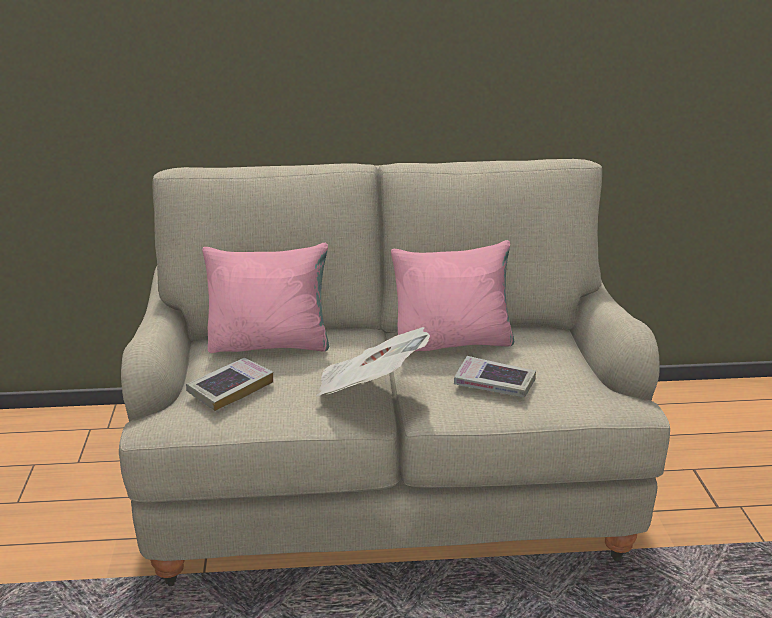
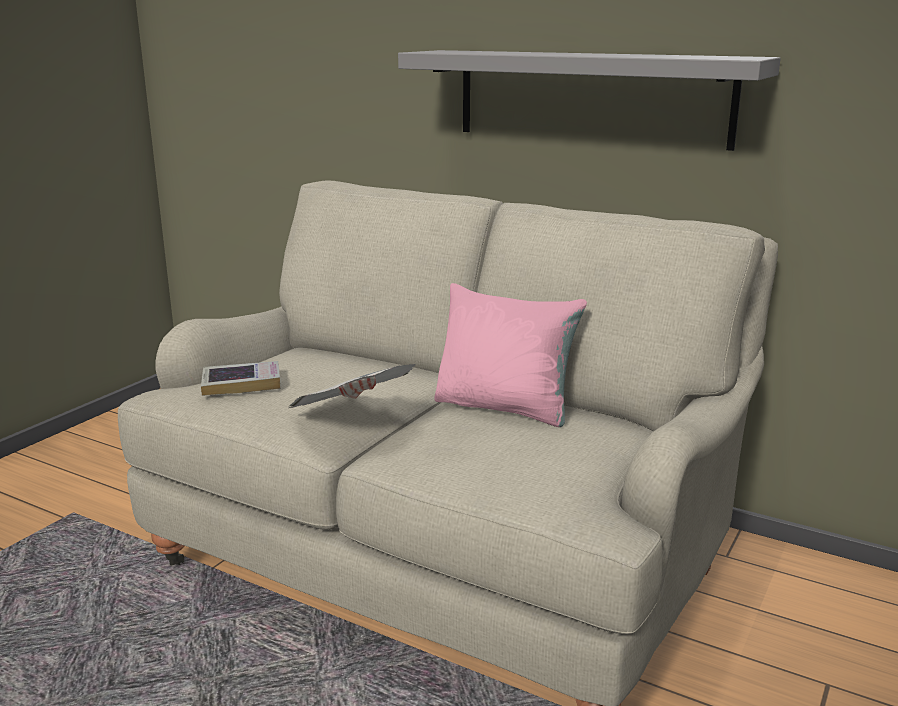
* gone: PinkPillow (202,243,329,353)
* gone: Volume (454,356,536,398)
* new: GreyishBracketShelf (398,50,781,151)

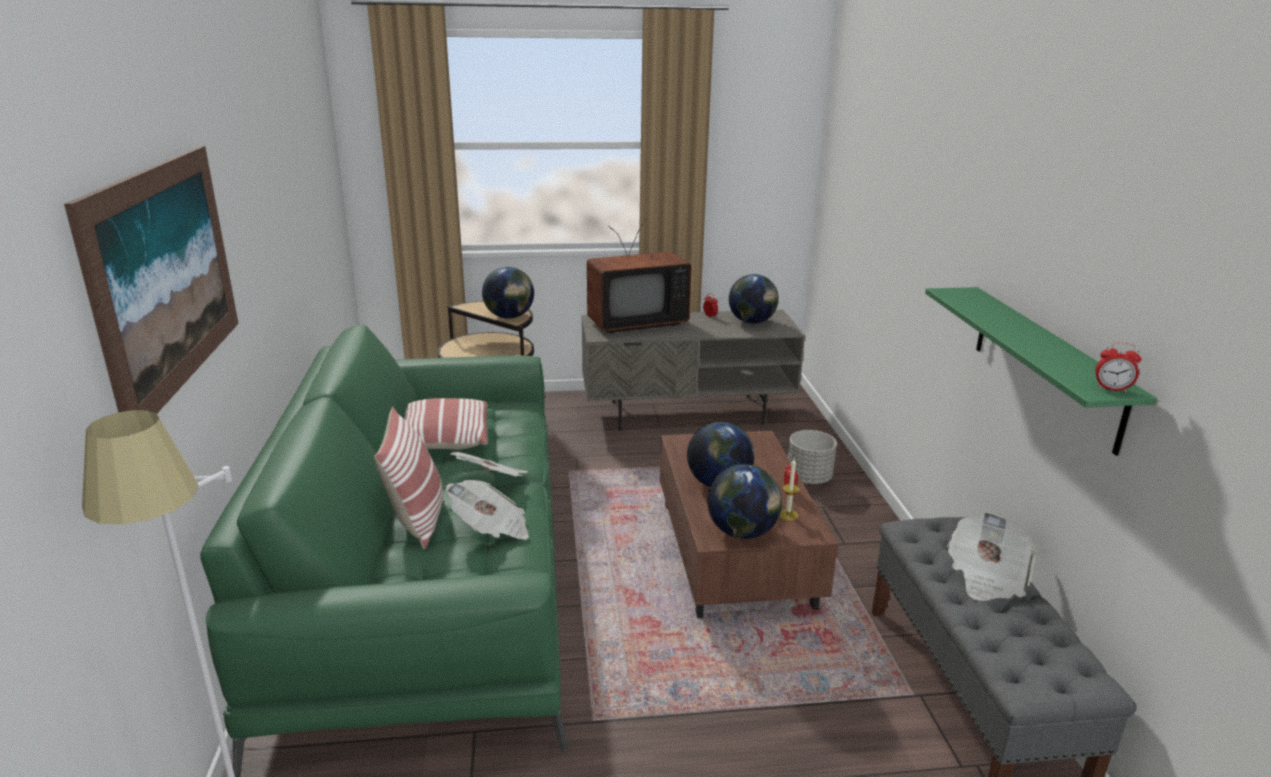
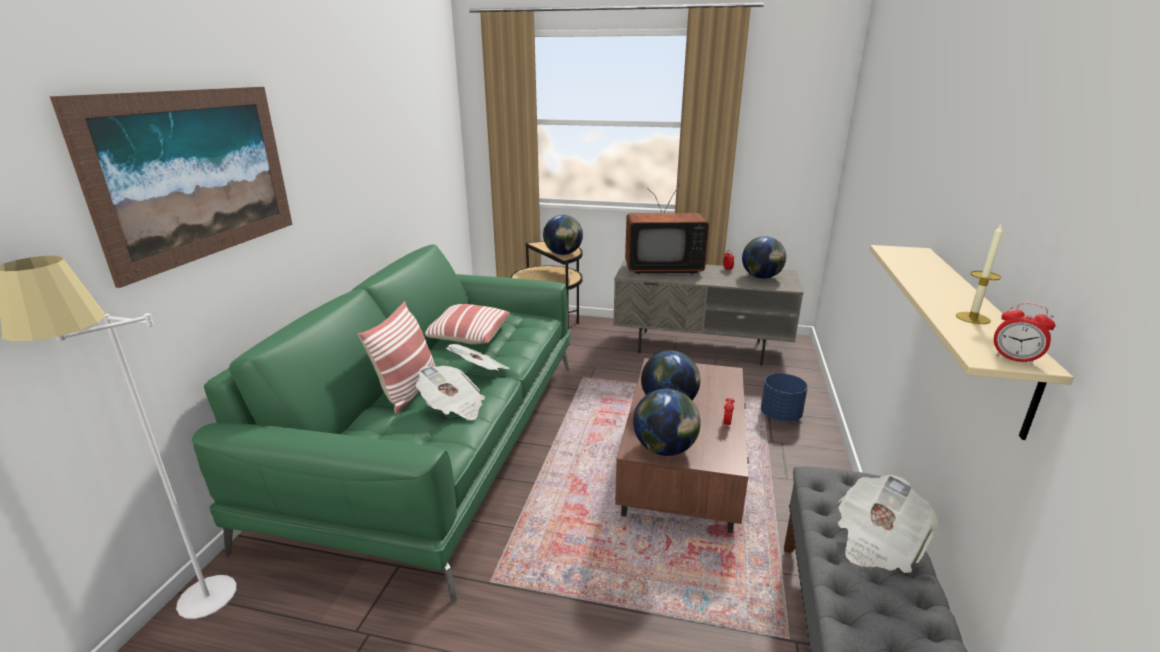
* shifted: WaxLight (779,459,800,520) to (956,225,1003,324)
* repainted: GreyishPlantPot (788,430,837,484) to BlueColouredPlantPot (761,373,808,422)
* repainted: GreenColouredBracketShelf (925,287,1157,456) to BeigeBracketShelf (870,245,1074,440)

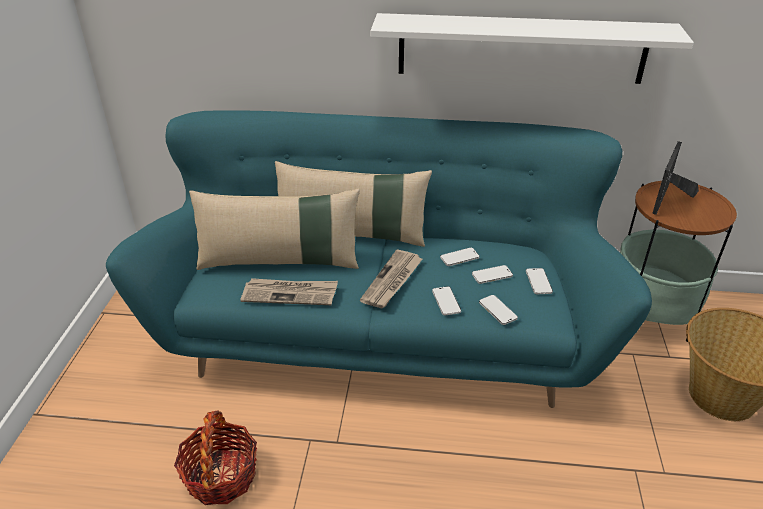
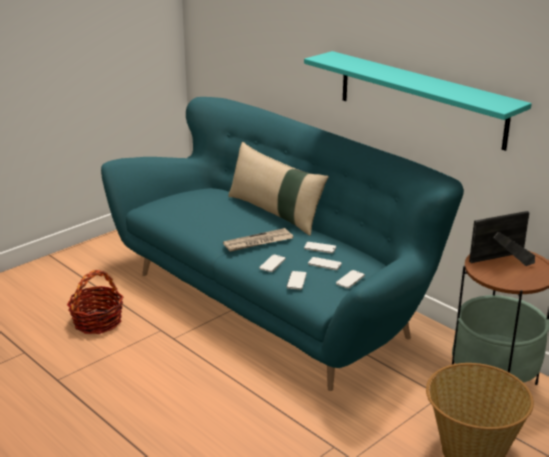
* gone: BeigePillow (189,189,360,270)
* gone: DailyPaper (240,278,338,305)
* repainted: WhitishBracketShelf (370,13,694,84) to TurquoiseColouredBracketShelf (304,51,532,151)

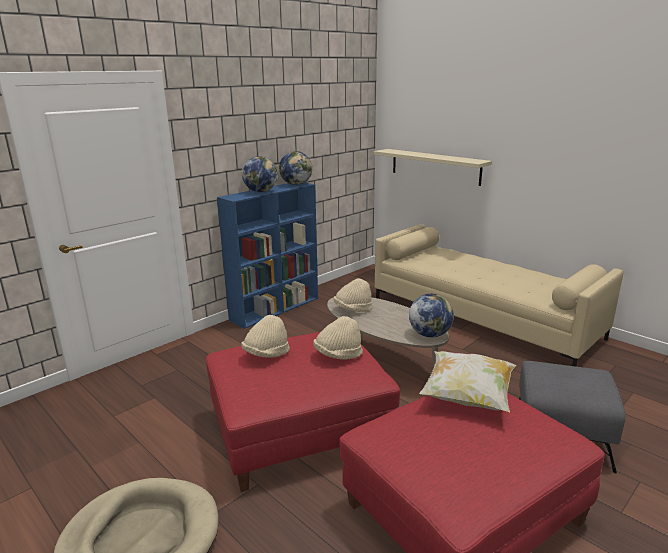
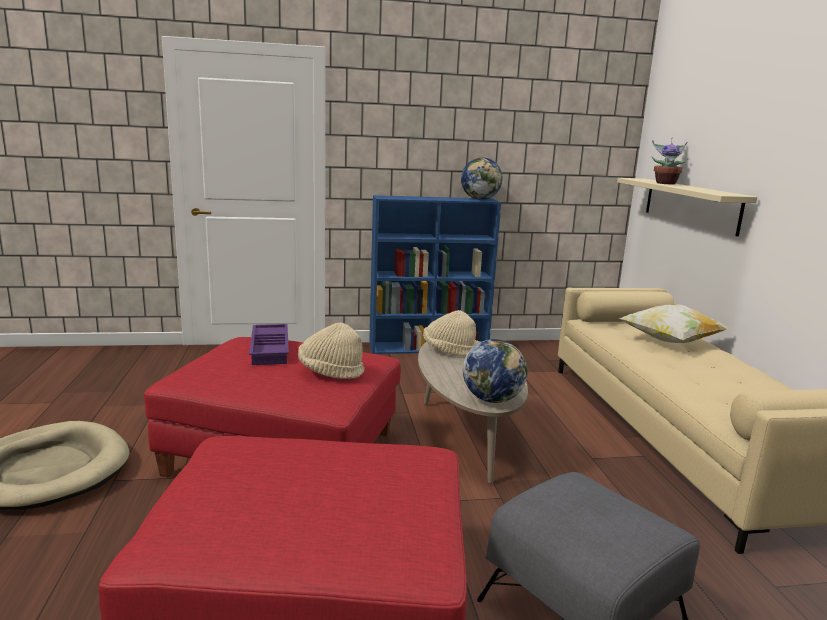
* swapped: BeigeHat (241,315,290,358) to PurpleServingTray (249,324,289,365)
* gone: DeskGlobe (242,156,278,192)
* shifted: Pillow (419,351,516,412) to (619,305,729,343)
* new: PlantInAPot (652,139,688,184)

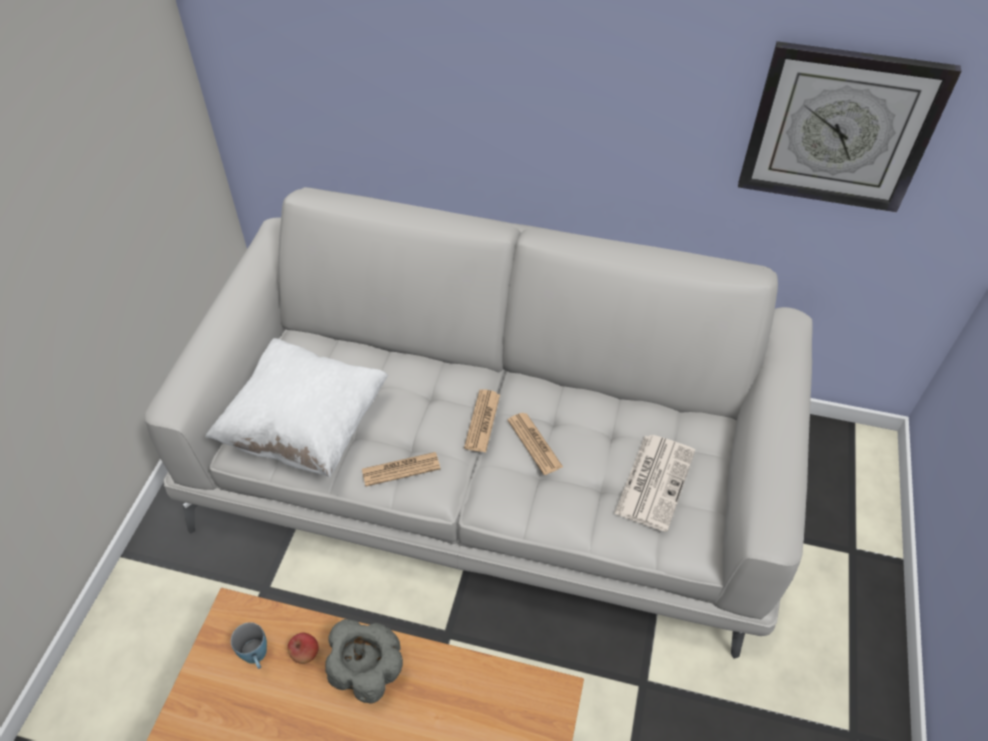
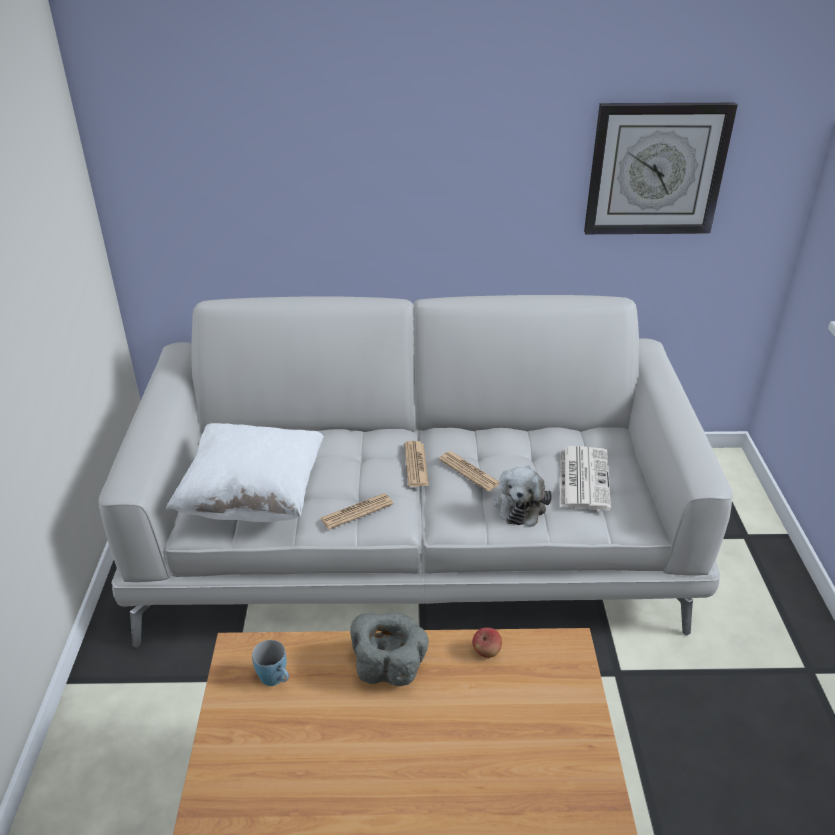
* shifted: AppleFruit (288,633,319,664) to (472,627,502,658)
* new: PlushToy (493,465,552,527)

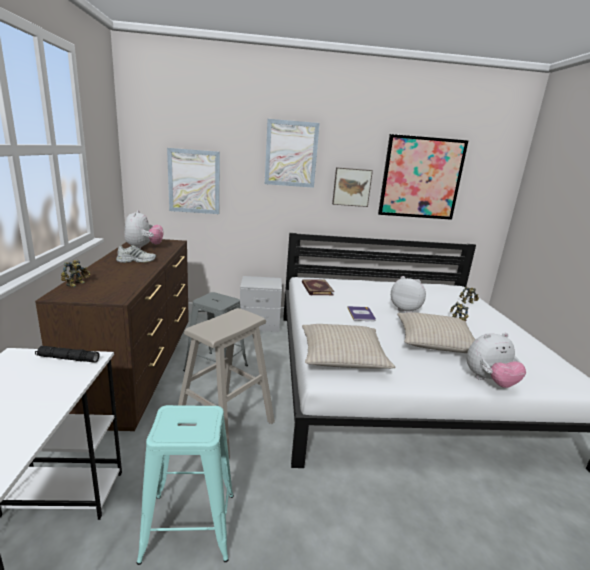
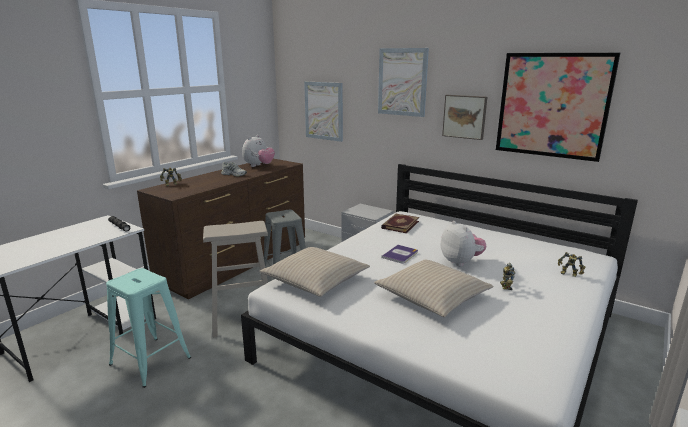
* gone: PlushToy (466,333,526,388)

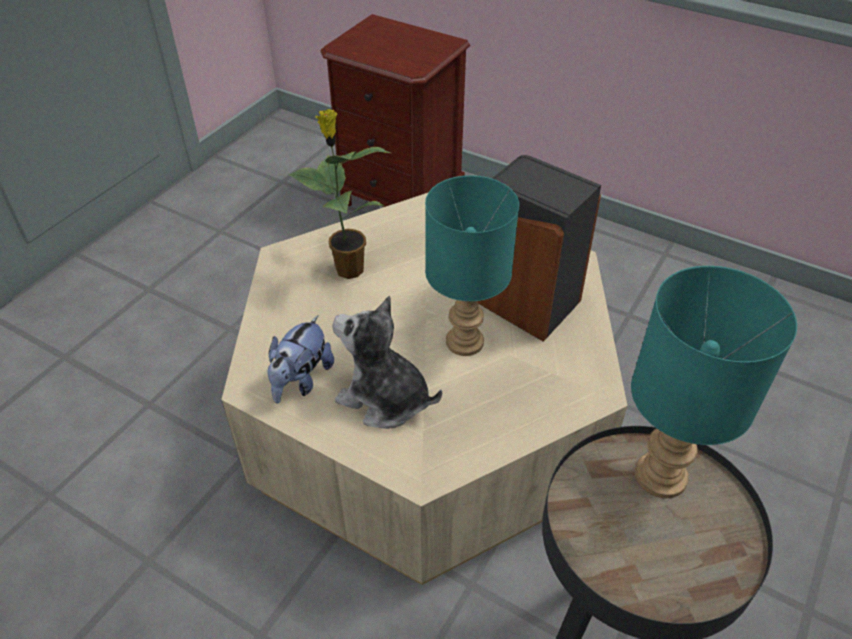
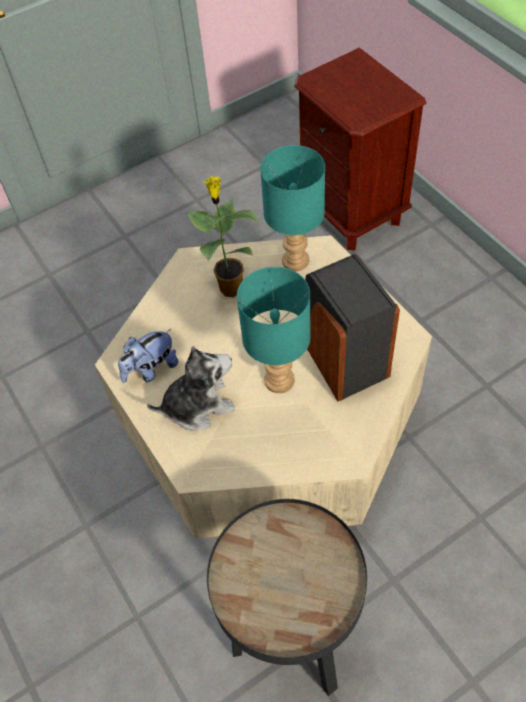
* rotated: PlushToy (332,296,442,429) = (147,346,235,430) 105 degrees clockwise
* shifted: TurquoiseColouredTabletopLamp (631,266,797,498) to (260,145,325,271)

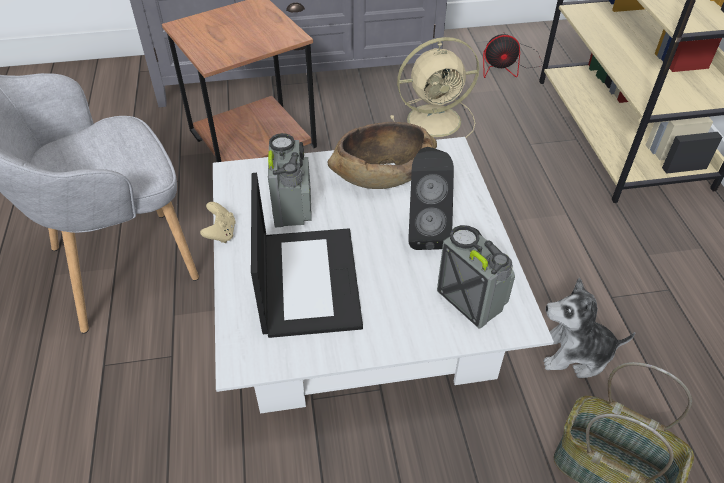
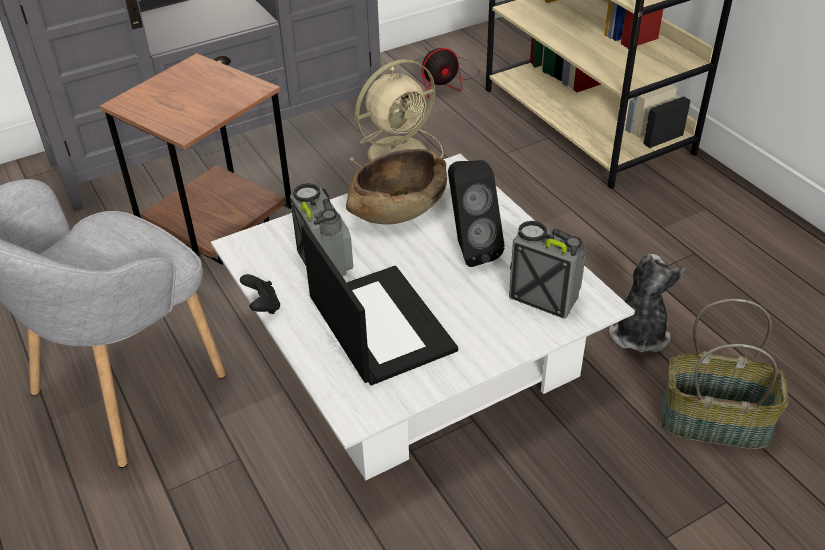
* repainted: BeigeGameController (200,202,236,243) to BlackColouredGameController (240,274,280,314)
* rotated: PlushToy (544,278,635,378) = (609,254,686,352) 120 degrees clockwise

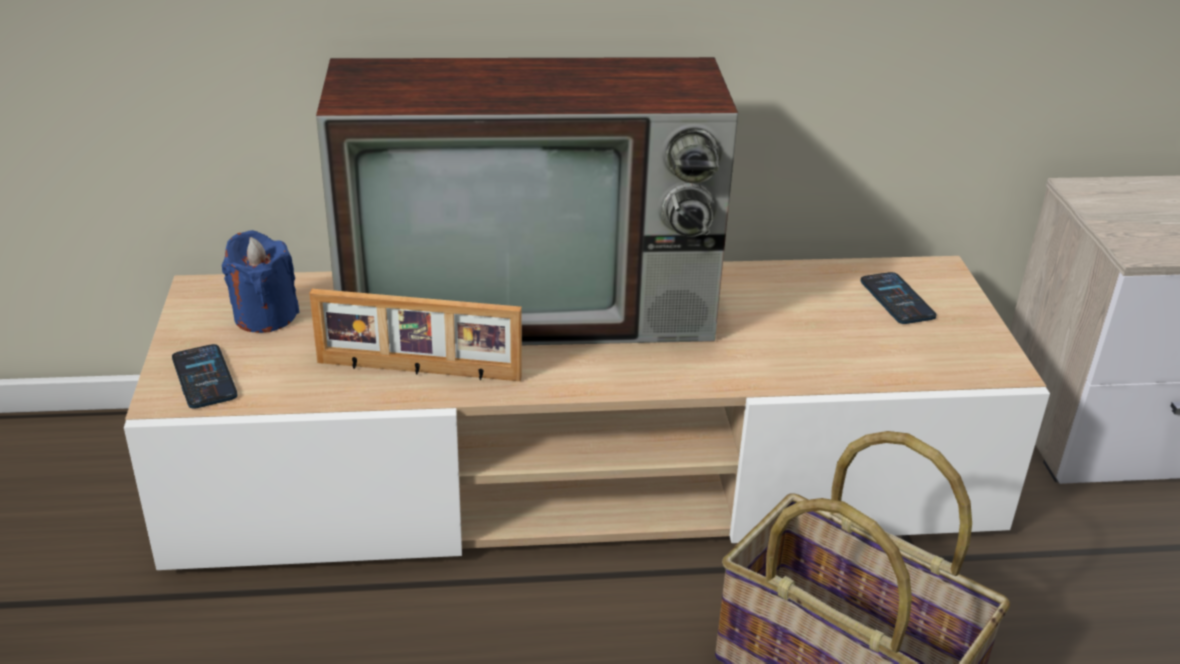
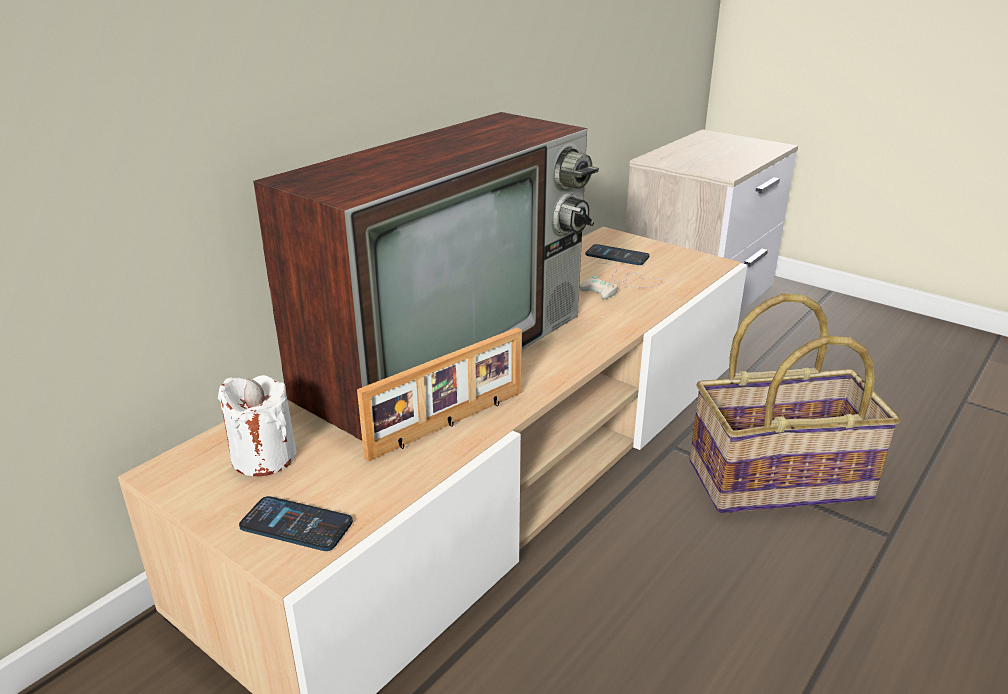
* repainted: BlueColouredWaxLight (222,230,299,333) to WhitishWaxLight (218,375,296,476)
* new: WhitishGameController (580,263,662,299)

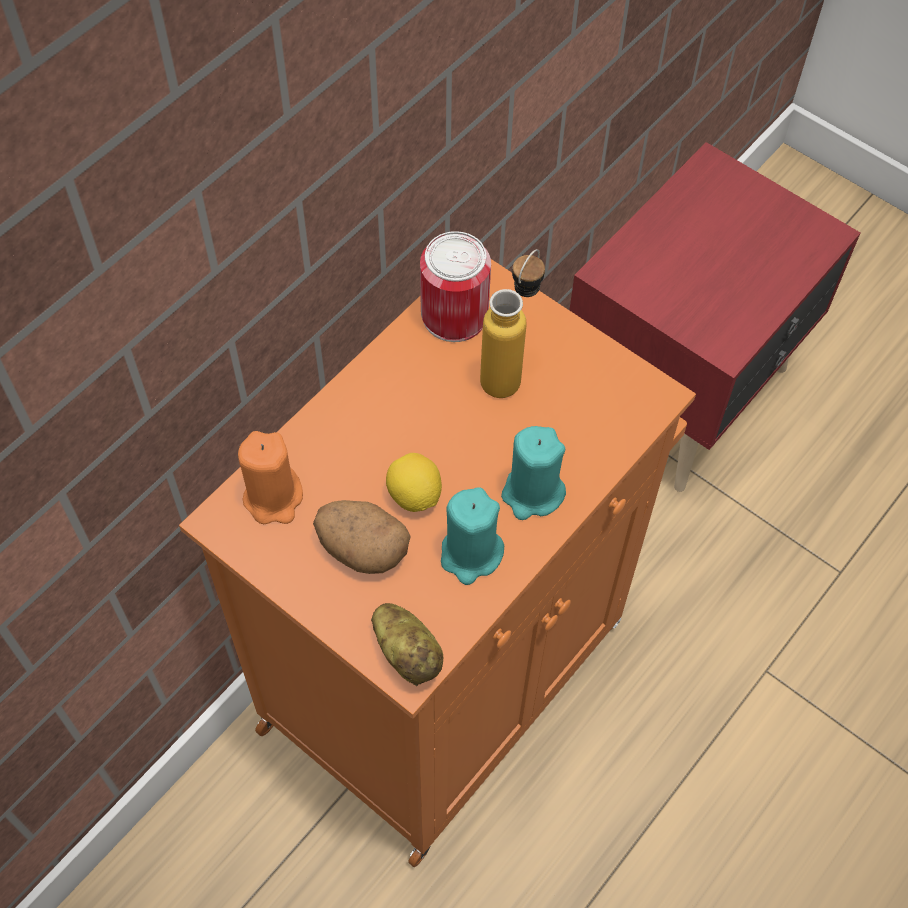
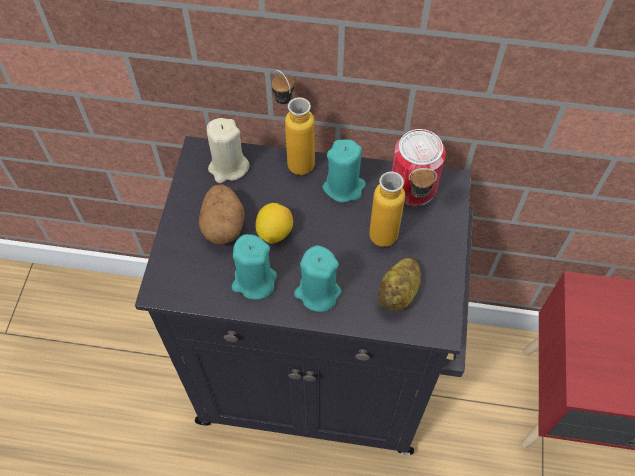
* repainted: OrangeCabinet (179,259,696,867) to BlackColouredCabinet (135,136,473,455)
* repainted: OrangeWaxLight (238,431,303,524) to BeigeWaxLight (207,118,249,183)
* shifted: Potato (371,603,443,686) to (378,258,421,311)
* new: BeverageBottle (272,70,315,175)
* new: TurquoiseColouredWaxLight (323,140,366,203)

